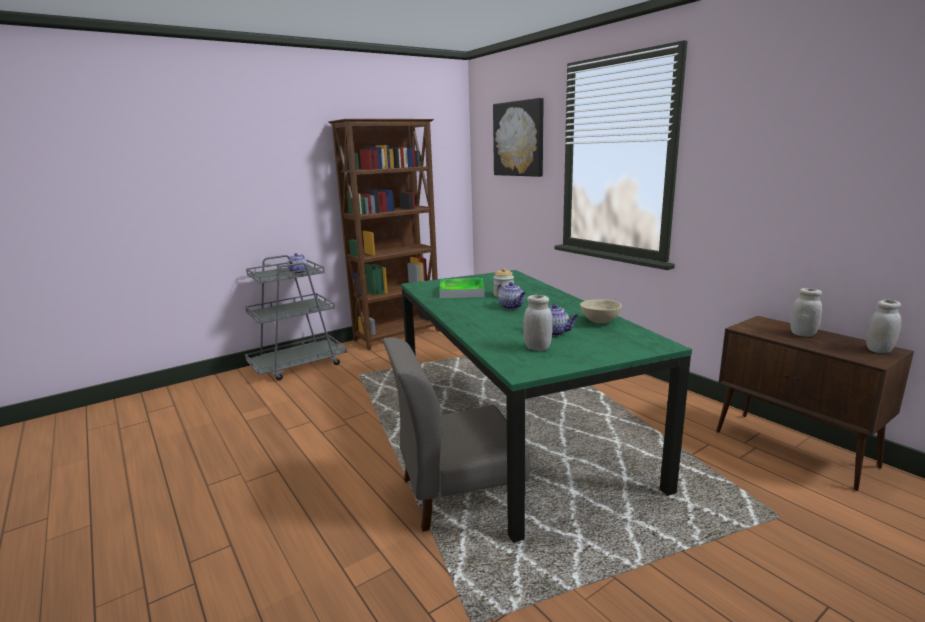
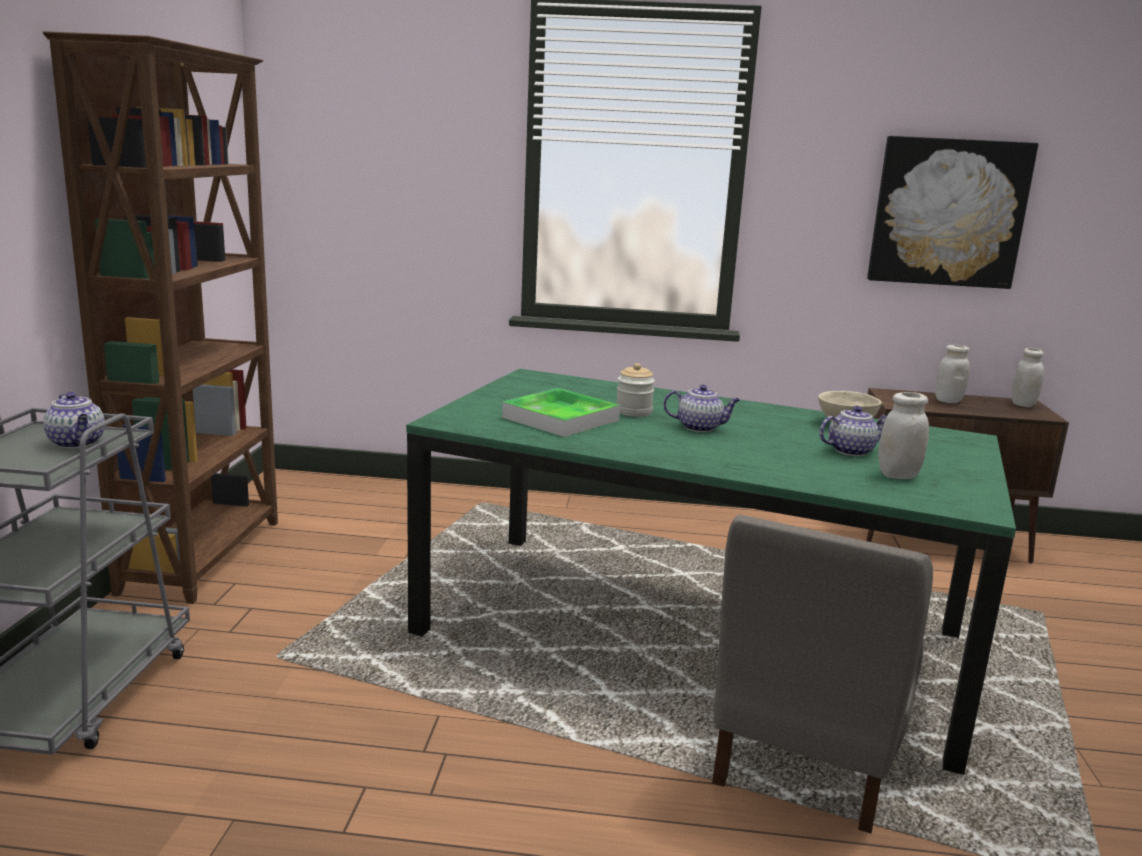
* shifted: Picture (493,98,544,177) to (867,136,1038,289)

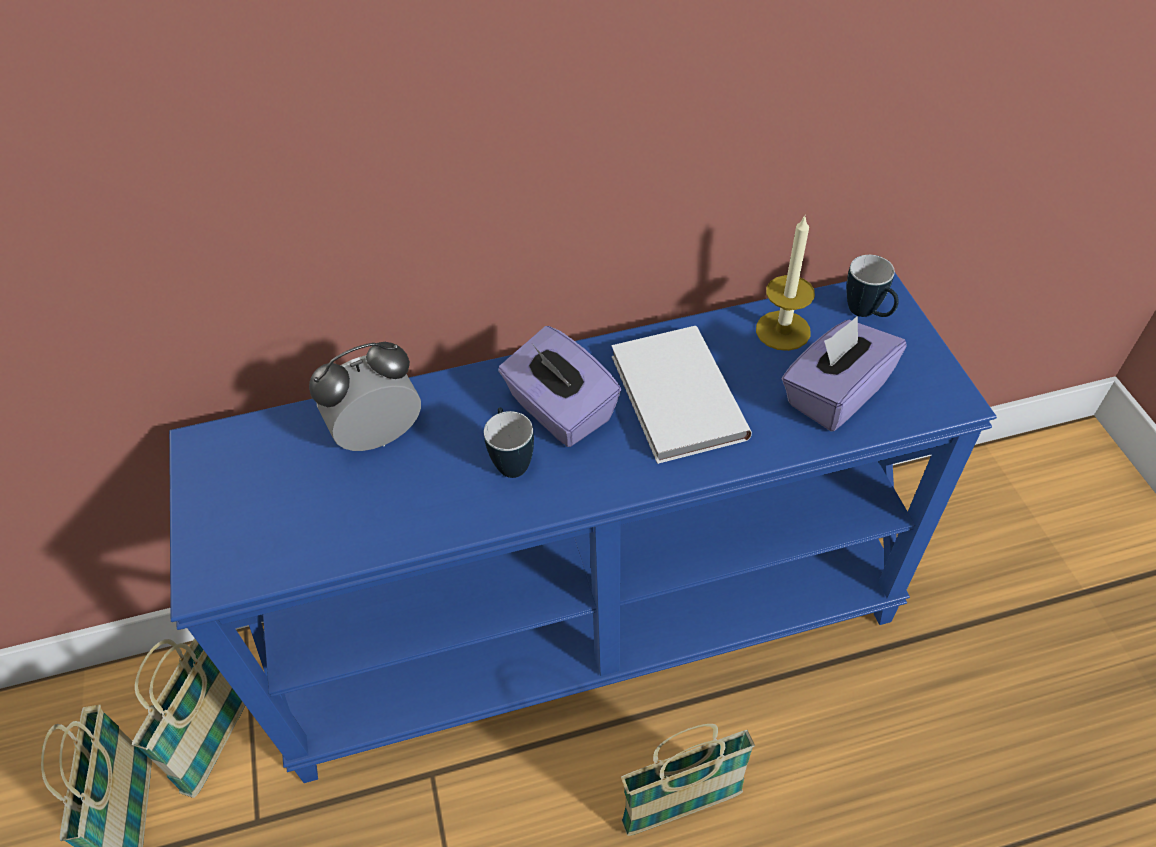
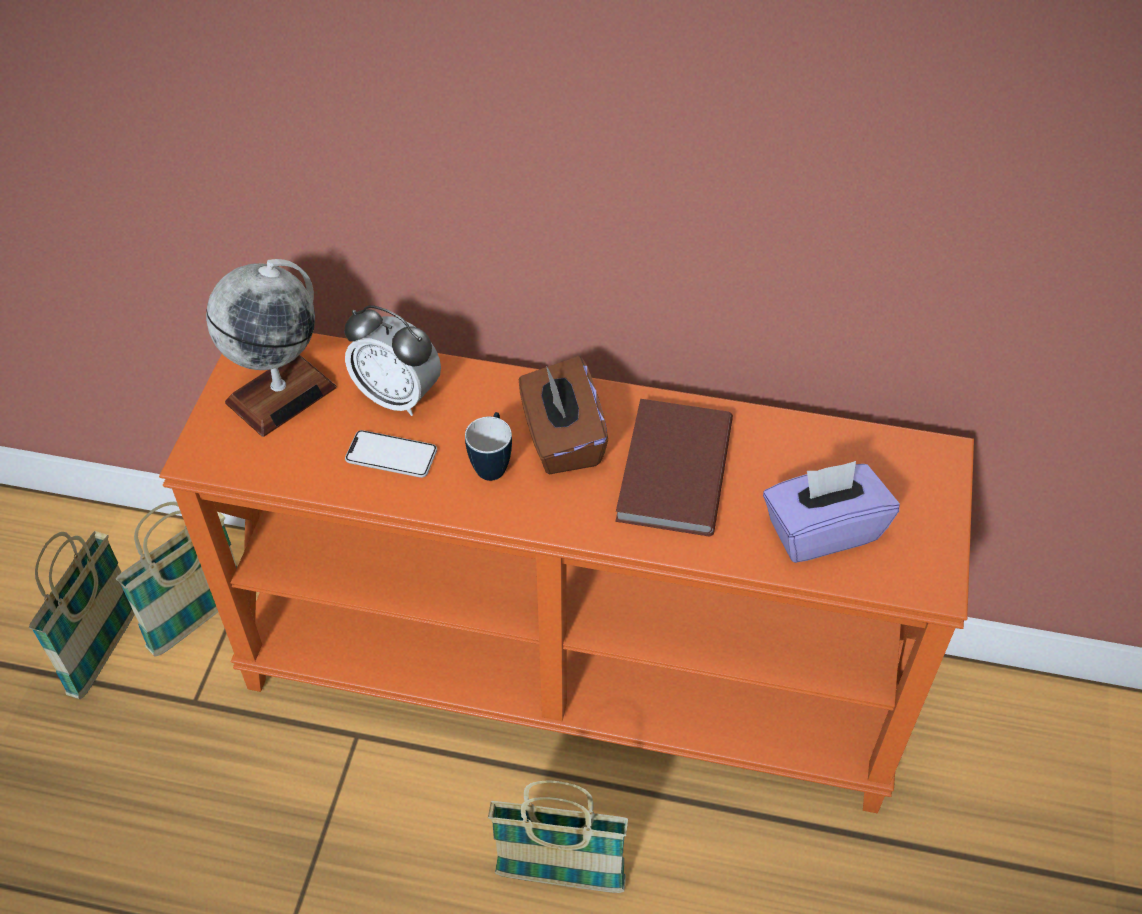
* repainted: BlueColouredHallTable (169,273,997,783) to OrangeHallTable (159,333,974,813)
* rotated: TableClock (309,342,421,451) = (344,305,441,416) 150 degrees counterclockwise
* repainted: PurpleTissueHolder (498,326,621,447) to BrownColouredTissueHolder (519,356,608,474)
* repainted: WhitishVolume (611,326,752,464) to BrownColouredVolume (615,399,733,536)
* gone: WaxLight (756,216,815,351)
* gone: TeaMug (847,255,899,317)
* new: DeskGlobe (206,259,337,437)
* new: Handset (345,430,437,478)

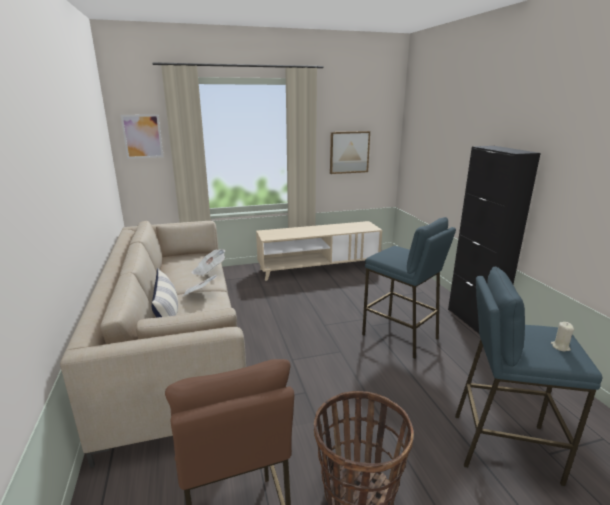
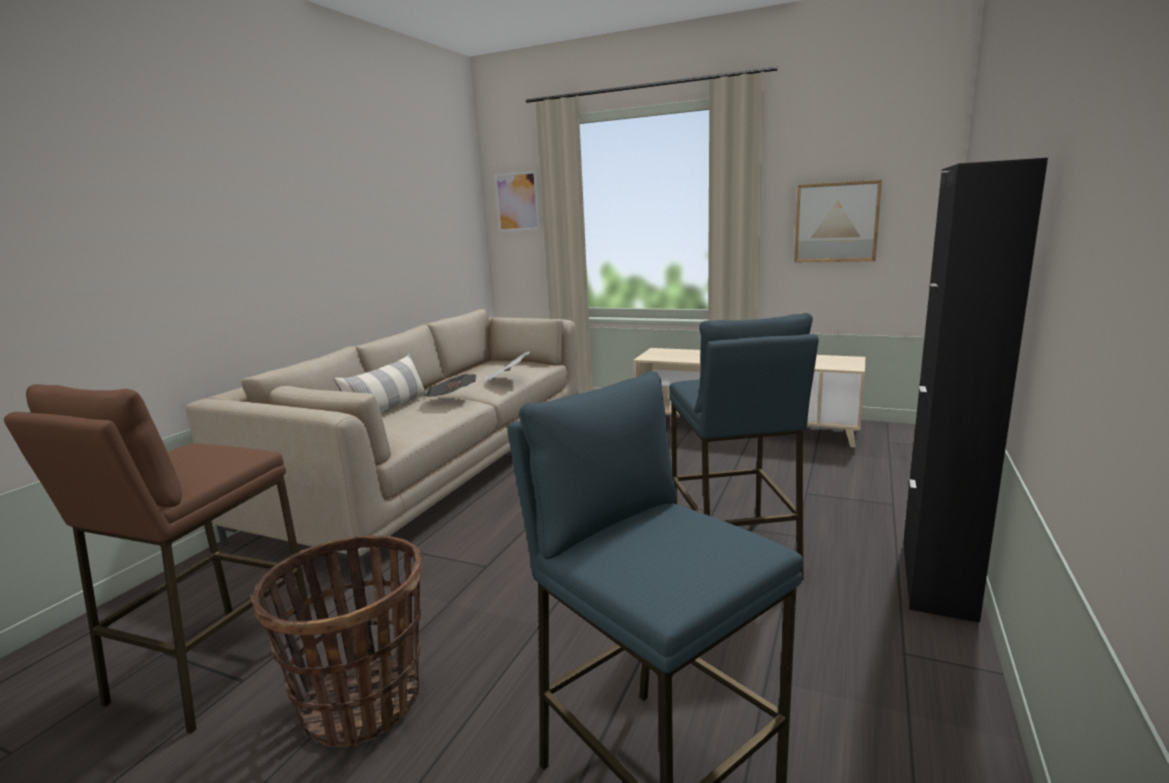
* gone: BeigeWaxLight (551,322,574,351)

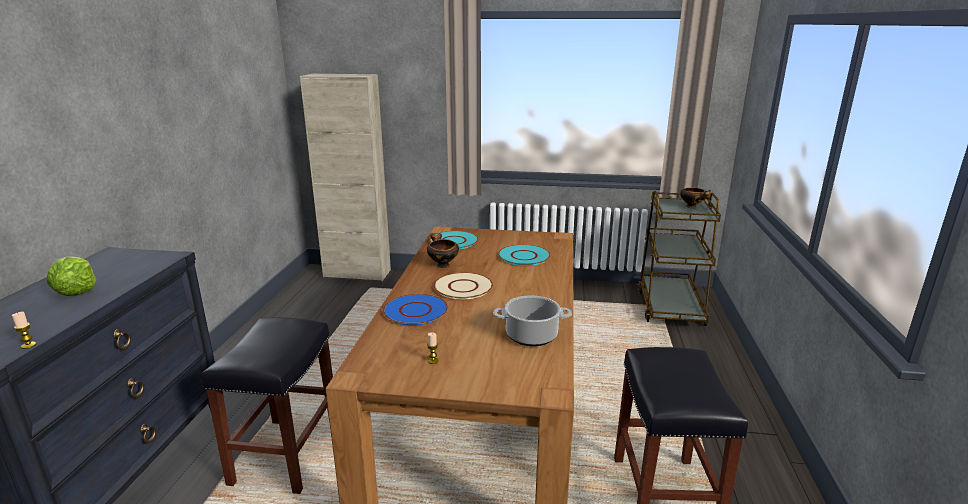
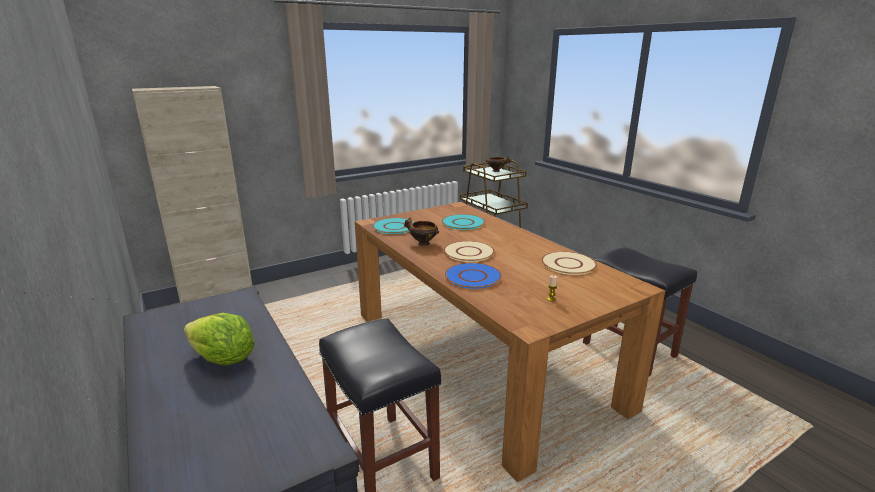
* gone: WaxLight (12,312,36,349)
* swapped: Saucepot (493,295,572,346) to BeigeDinnerPlate (541,251,597,275)

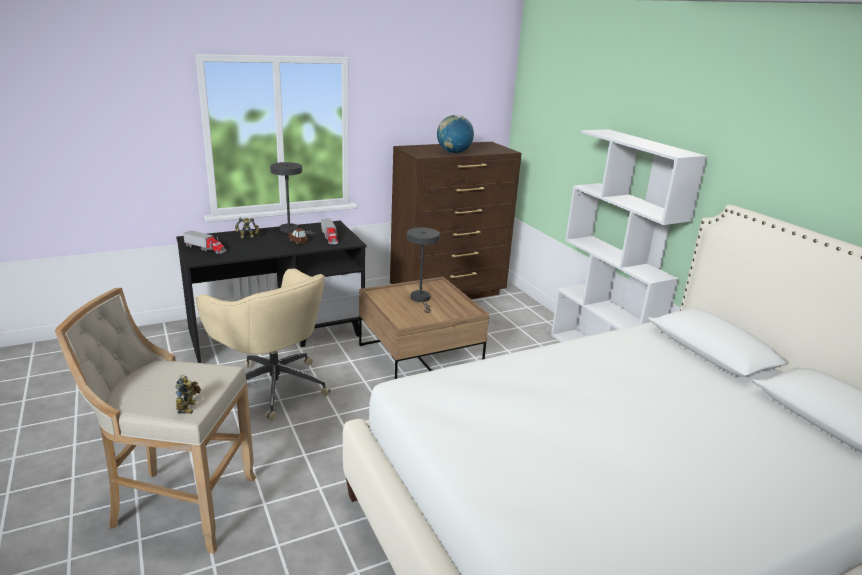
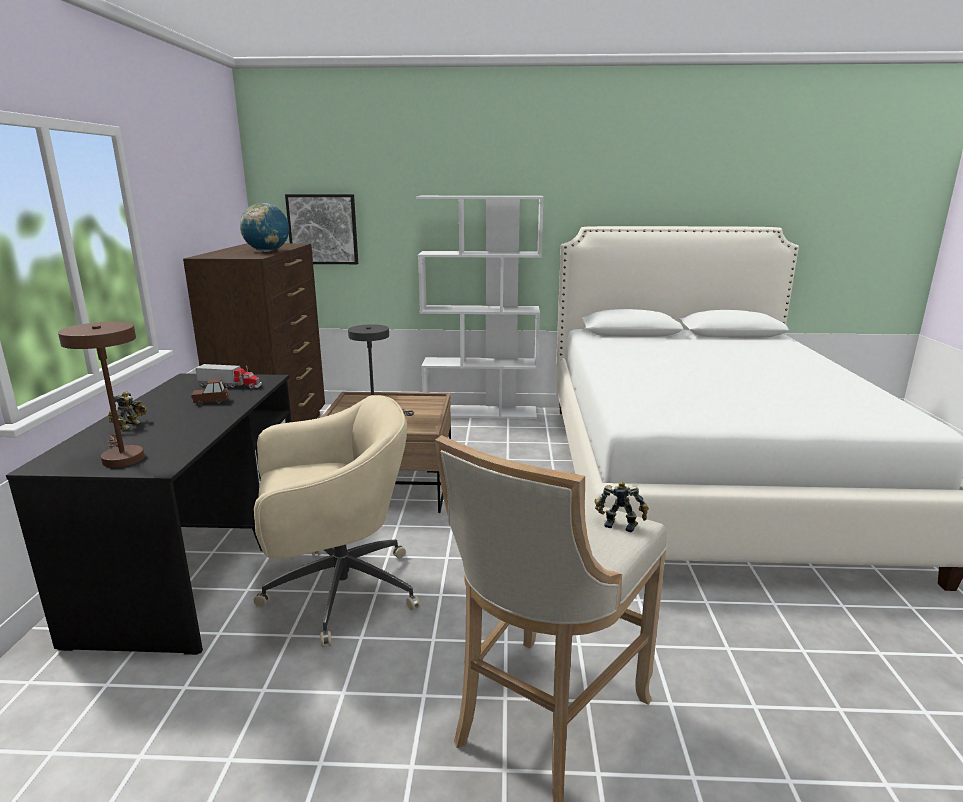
* swapped: ToyTruck (183,230,226,254) to BrownColouredTabletopLamp (58,321,145,468)
* gone: GreyishTabletopLamp (270,162,317,236)
* new: Picture (285,194,358,264)

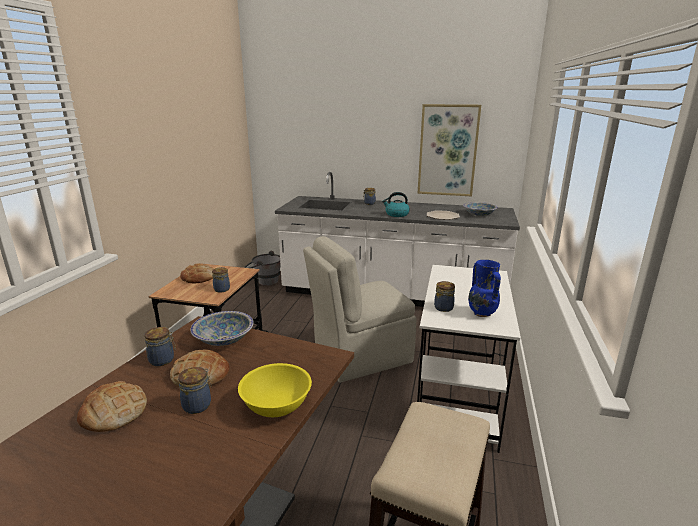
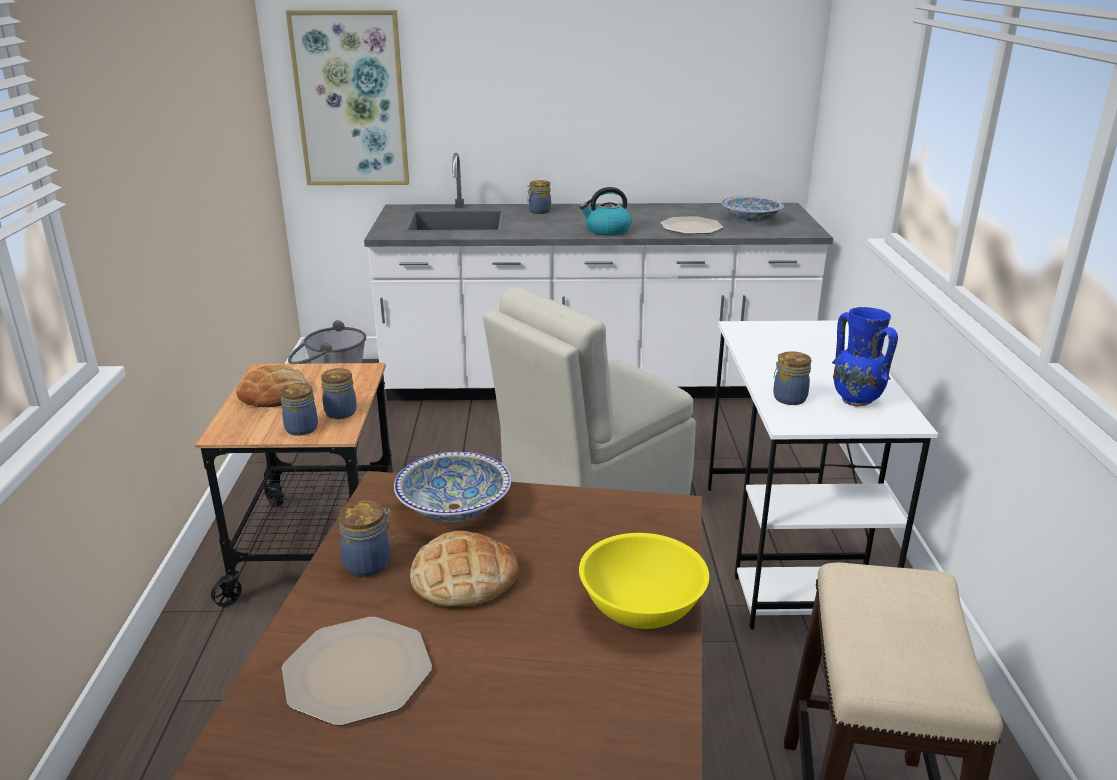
* swapped: BakedBread (77,381,147,432) to DinnerPlate (282,617,432,726)
* shifted: Jar (178,367,212,414) to (280,383,318,436)
* shifted: Picture (417,104,481,196) to (286,10,409,185)

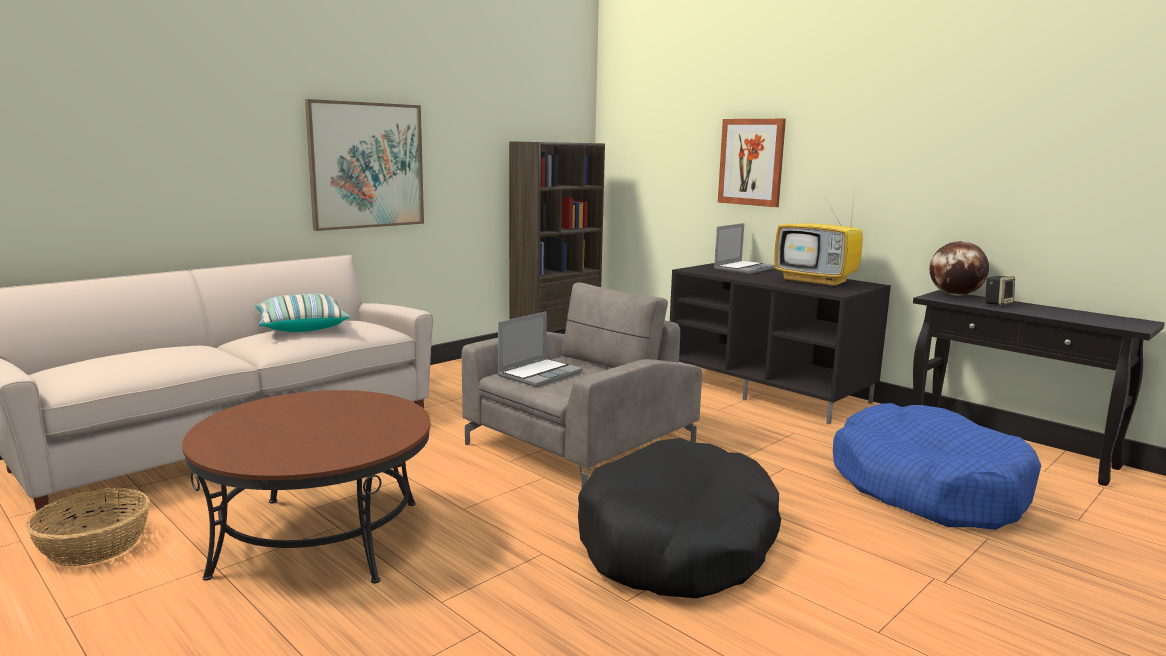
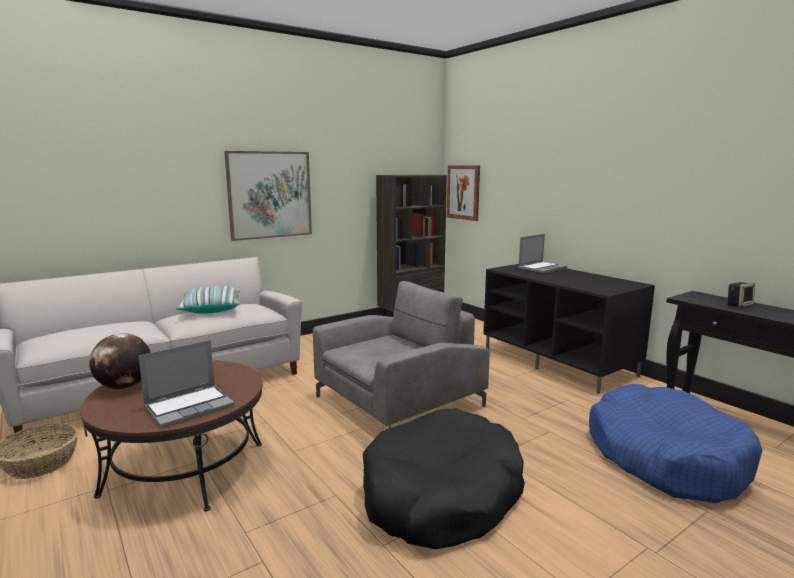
* shifted: Laptop (498,311,583,387) to (138,340,234,428)
* shifted: Picture (718,119,786,207) to (447,165,480,221)
* gone: Tv (774,190,863,288)
* shifted: DeskGlobe (929,241,989,296) to (89,333,151,389)

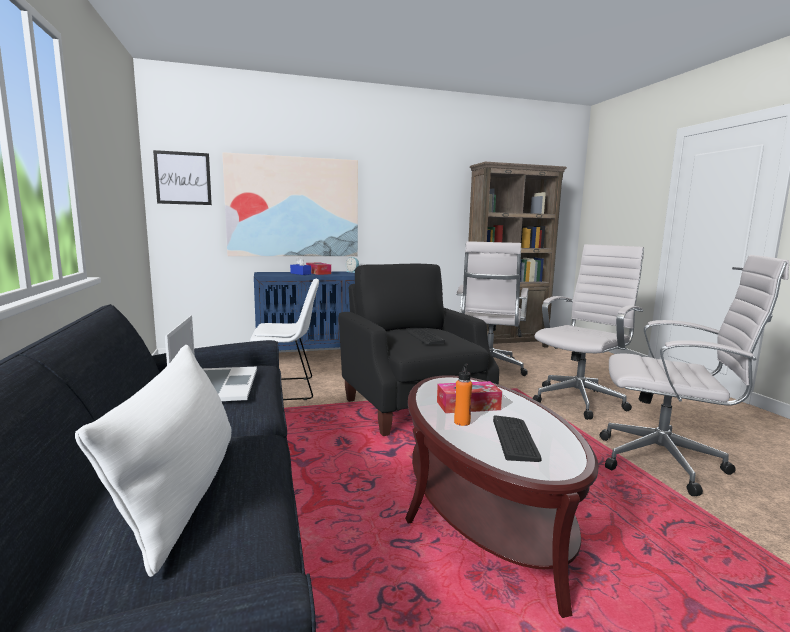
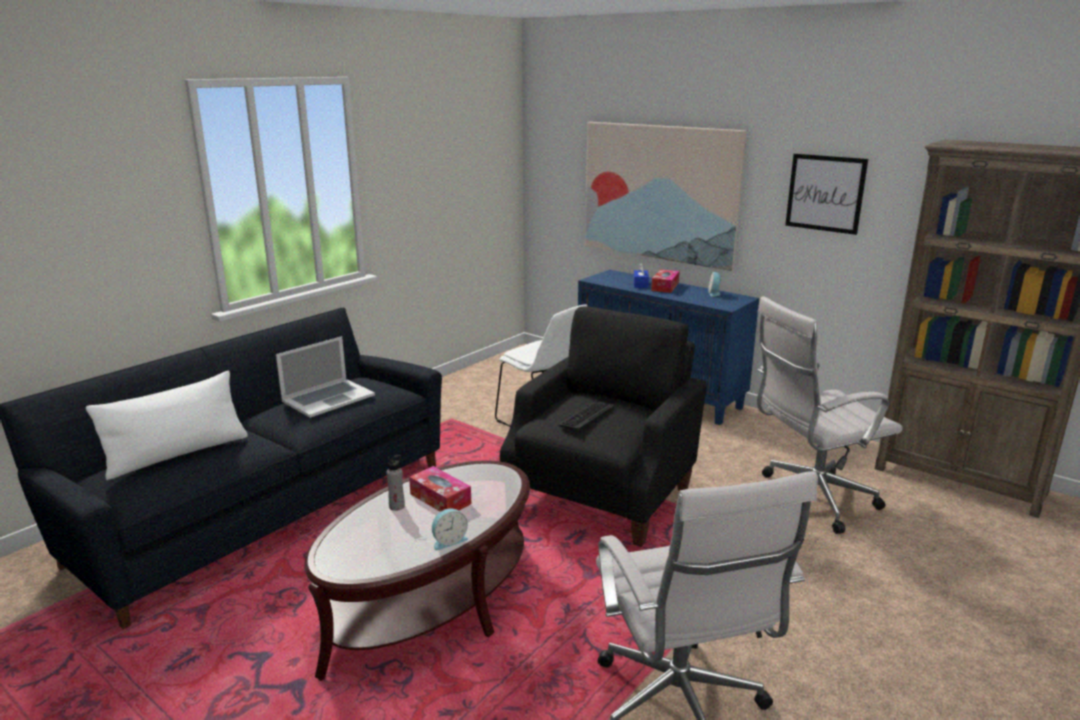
* shifted: Picture (153,150,212,205) to (785,154,868,235)
* repainted: OrangeBeverageBottle (454,364,472,426) to GreyishBeverageBottle (387,455,405,511)
* gone: Keyboard (493,415,542,462)
* gone: WhitishOfficeChair (533,244,644,420)
* new: TableClock (432,509,468,550)

